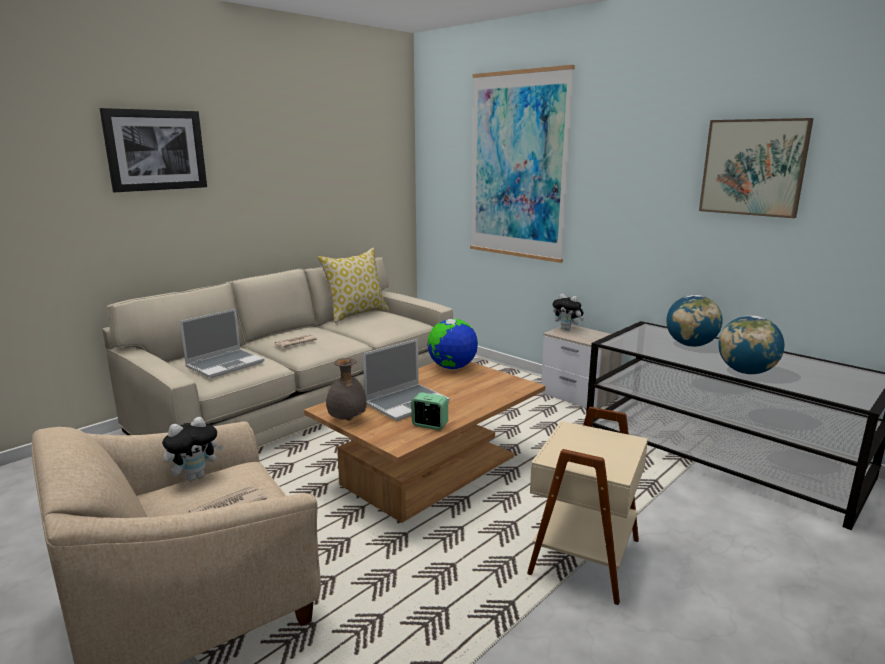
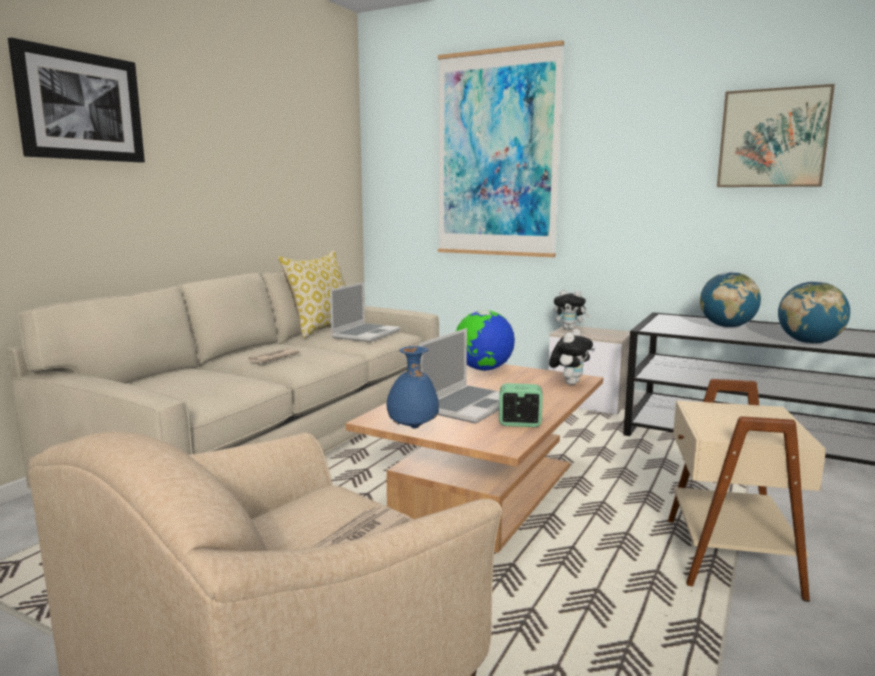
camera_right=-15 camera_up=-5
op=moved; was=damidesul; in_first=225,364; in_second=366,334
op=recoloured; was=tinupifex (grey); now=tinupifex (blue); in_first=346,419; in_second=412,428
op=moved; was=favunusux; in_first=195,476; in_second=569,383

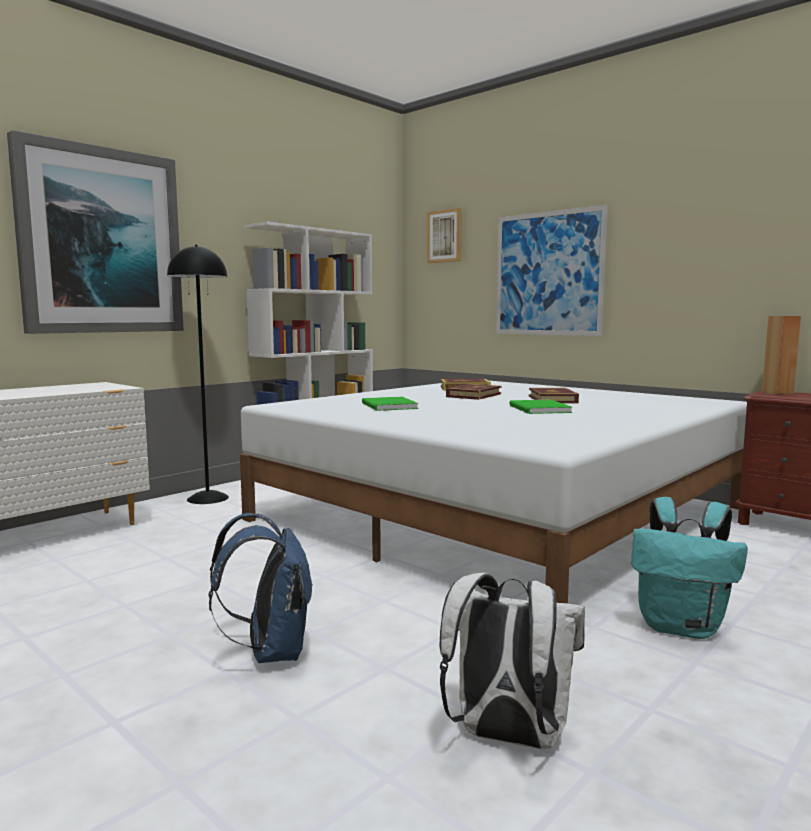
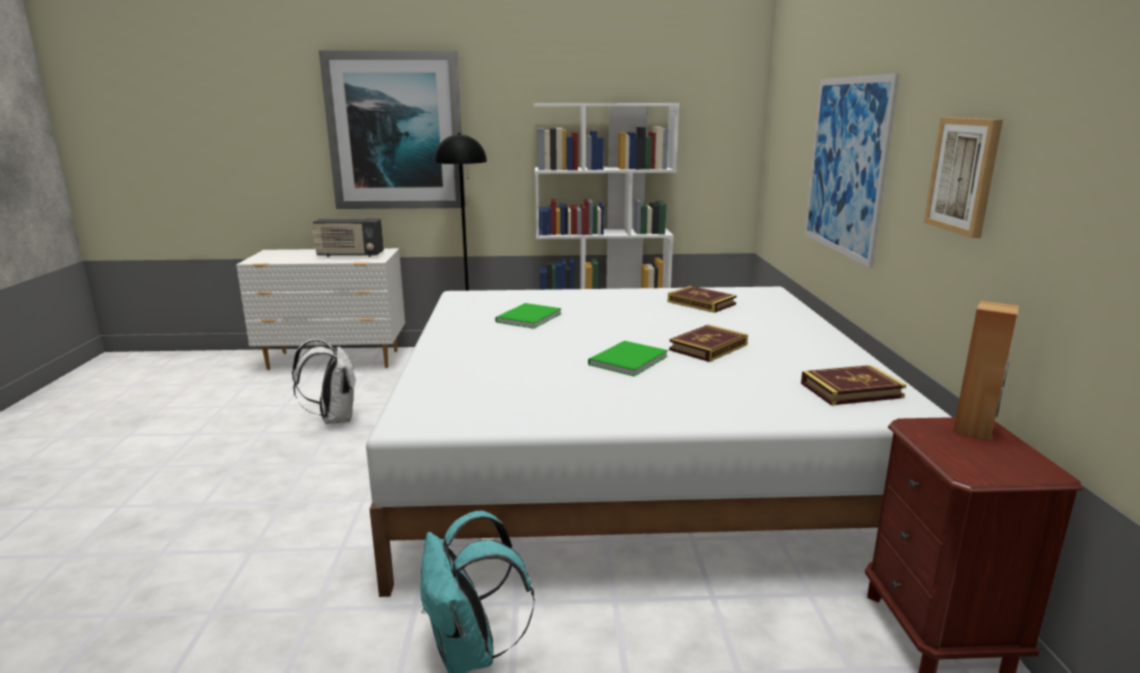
camera_right=45 camera_up=10
op=moved; was=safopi; in_first=445,236; in_second=964,175
op=moved; was=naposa; in_first=474,395; in_second=851,390
op=removed; was=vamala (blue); in_first=271,651
op=moved; was=vamala (white); in_first=506,737; in_second=333,419
op=added; now=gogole; in_second=350,255

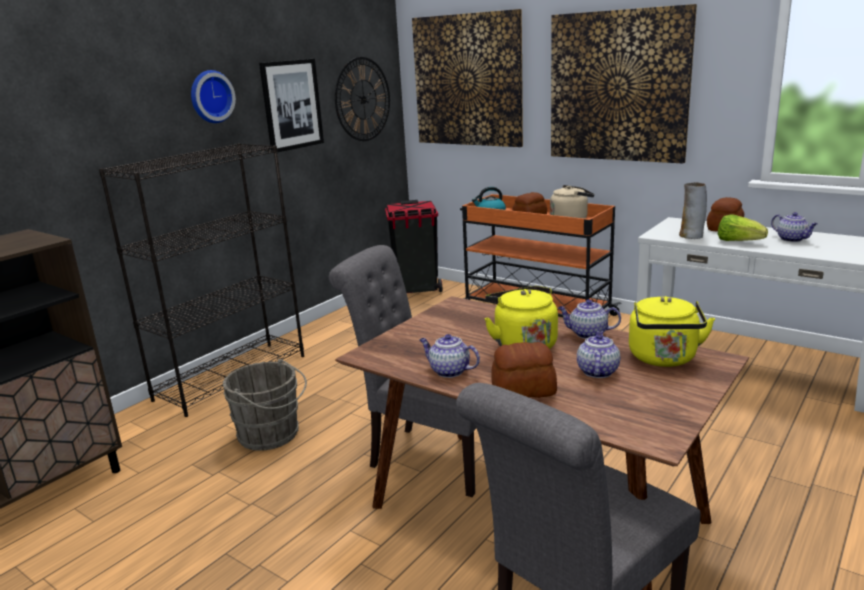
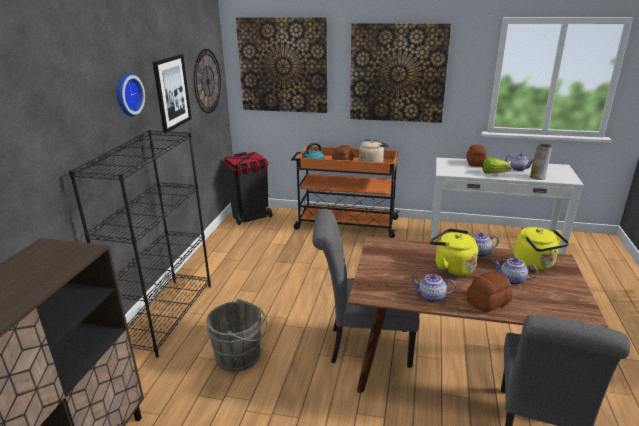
camera_right=-25 camera_up=5
op=moved; was=tinupifex; in_first=691,236; in_second=538,177
op=turned; was=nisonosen; in_first=597,371; in_second=511,280; clockwise=-60

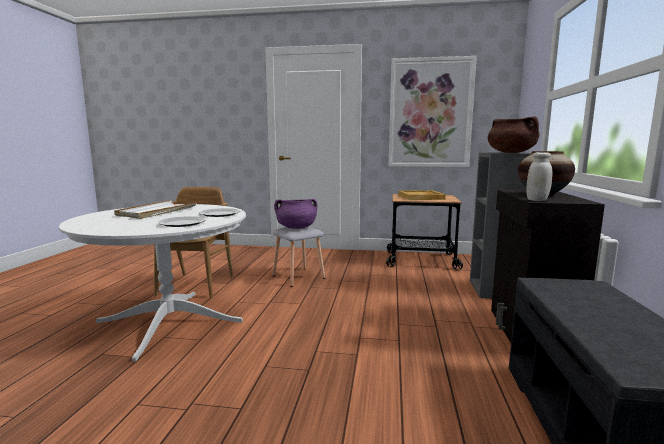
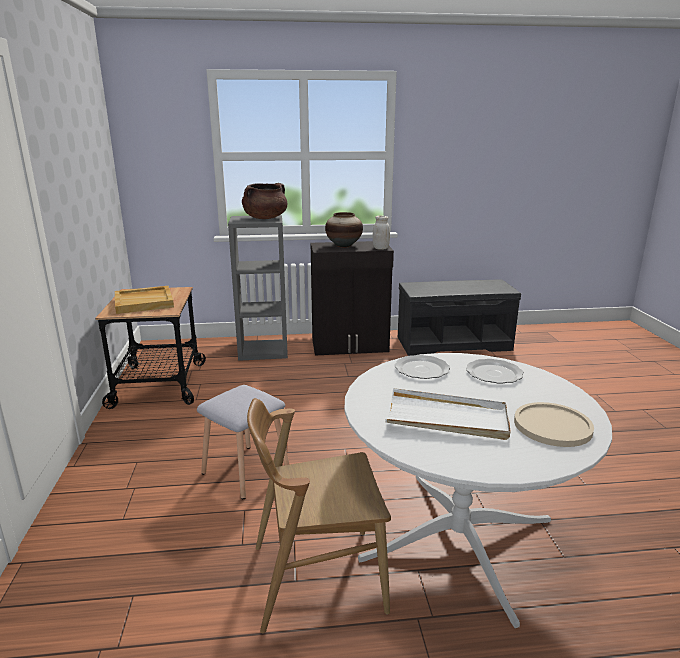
camera_right=-105 camera_up=10
op=removed; was=safopi; in_first=430,113
op=removed; was=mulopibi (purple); in_first=296,227
op=added; now=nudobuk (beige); in_second=552,426

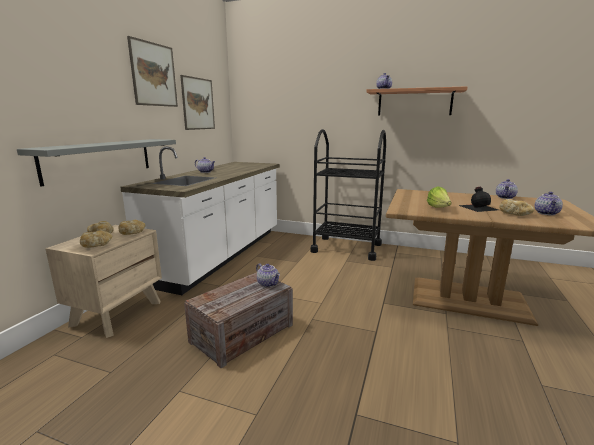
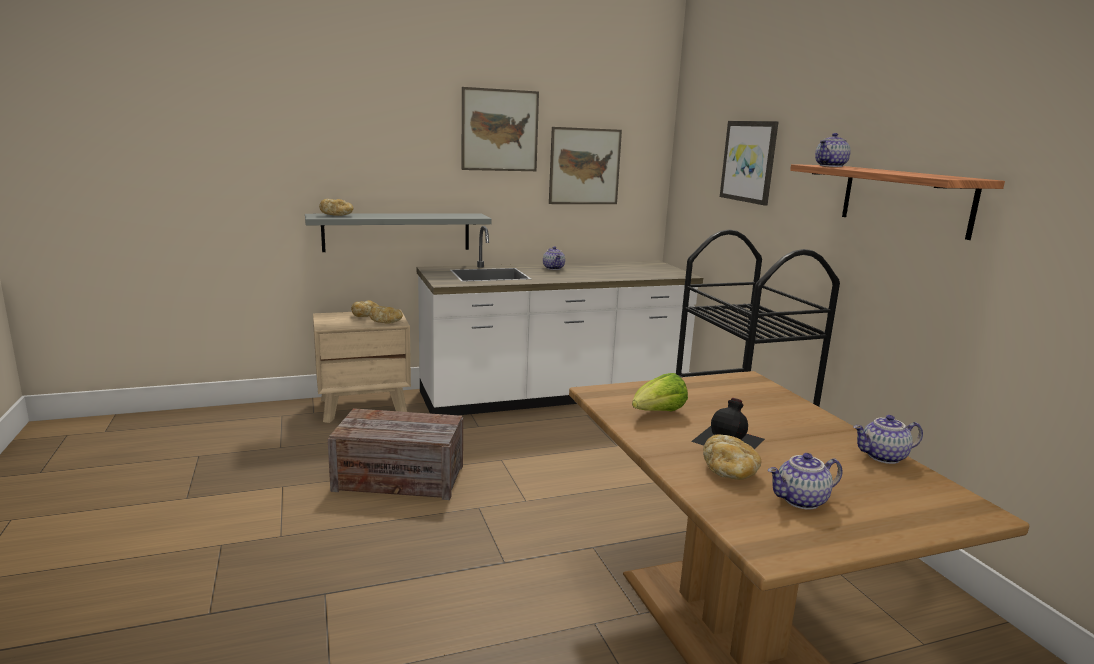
camera_right=50 camera_up=0
op=moved; was=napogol; in_first=96,245; in_second=337,215
op=removed; was=nisonosen; in_first=268,284
op=added; now=safopi; in_second=749,161

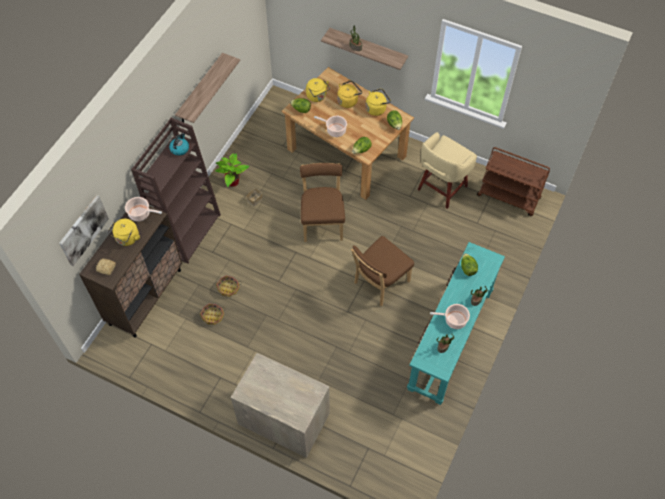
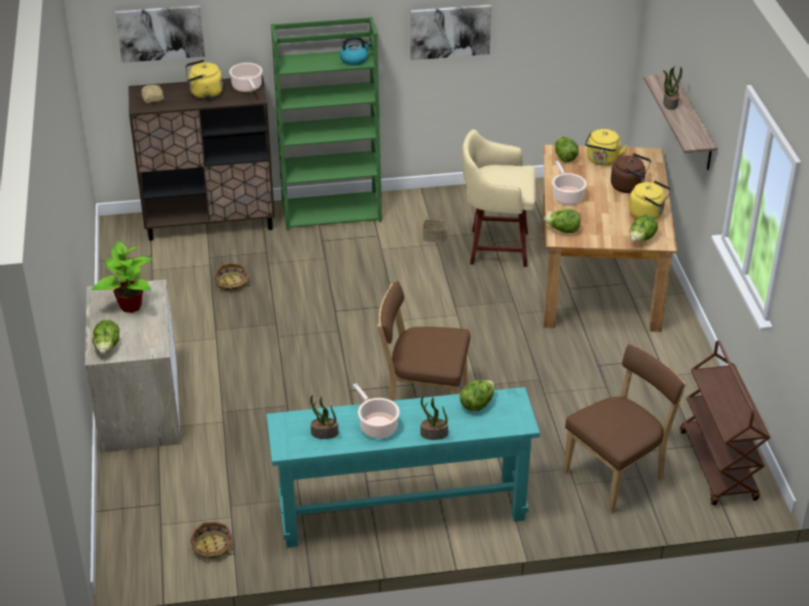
camera_right=55 camera_up=-20
op=replaced; was=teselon; now=safopi; in_first=200,90; in_second=450,31
op=recoloured; was=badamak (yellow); now=badamak (brown); in_first=348,101; in_second=629,186
op=recoloured; was=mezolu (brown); now=mezolu (green); in_first=189,231; in_second=332,211
op=moved; was=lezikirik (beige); in_first=441,189; in_second=496,248
op=moved; was=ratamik; in_first=232,182; in_second=130,306
op=moved; was=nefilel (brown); in_first=322,222; in_second=617,474
op=moved; was=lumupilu; in_first=228,288; in_second=212,547
op=added; now=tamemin; in_second=107,347

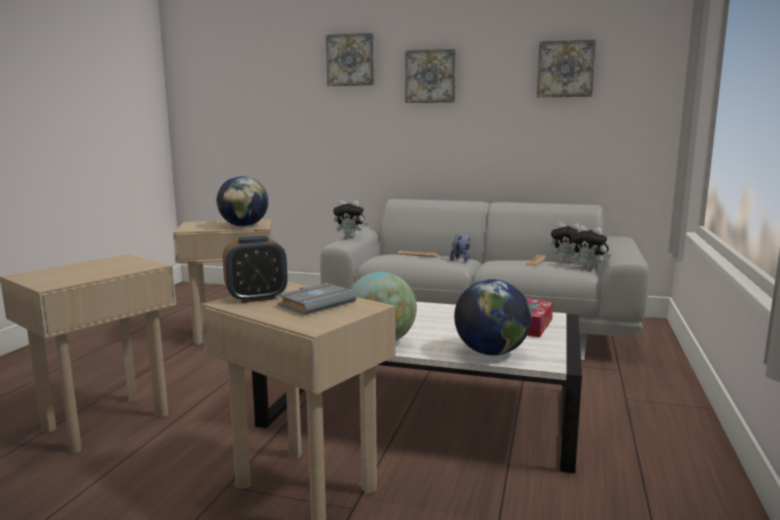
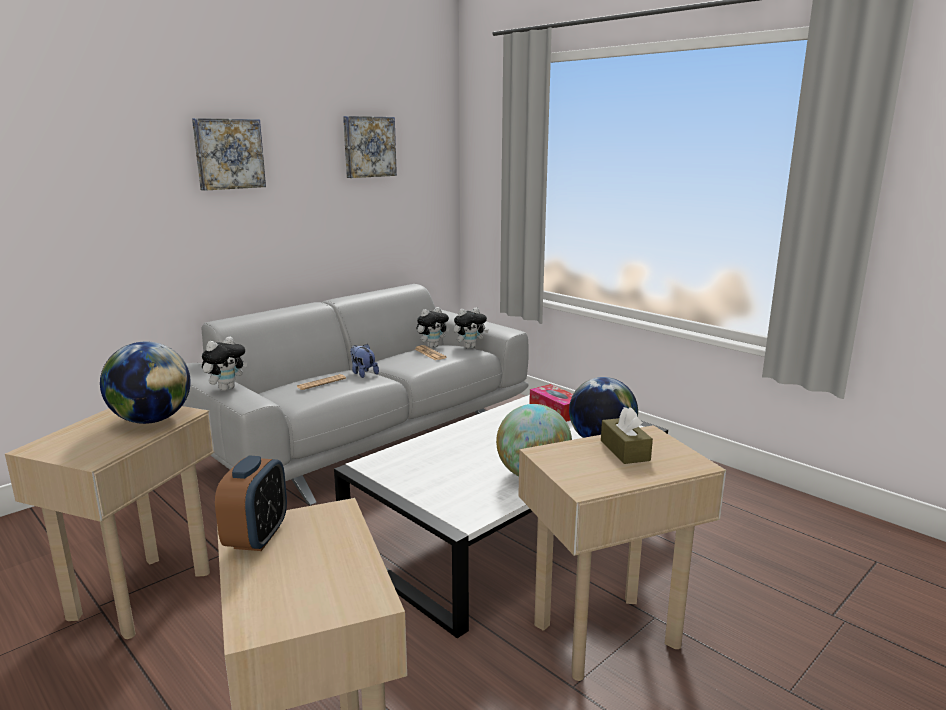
camera_right=-60 camera_up=5
op=removed; was=safopi; in_first=351,60
op=moved; was=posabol; in_first=256,298; in_second=257,537
op=replaced; was=naposa (grey); now=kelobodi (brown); in_first=317,303; in_second=625,450

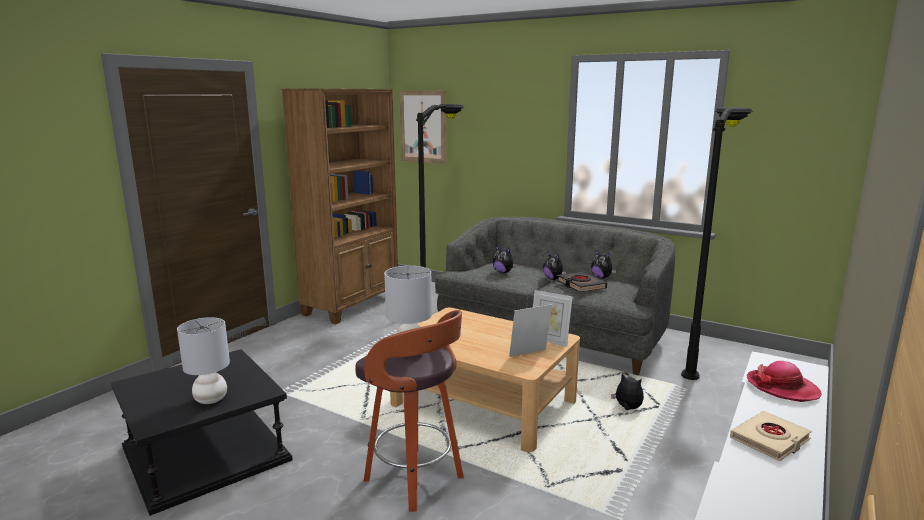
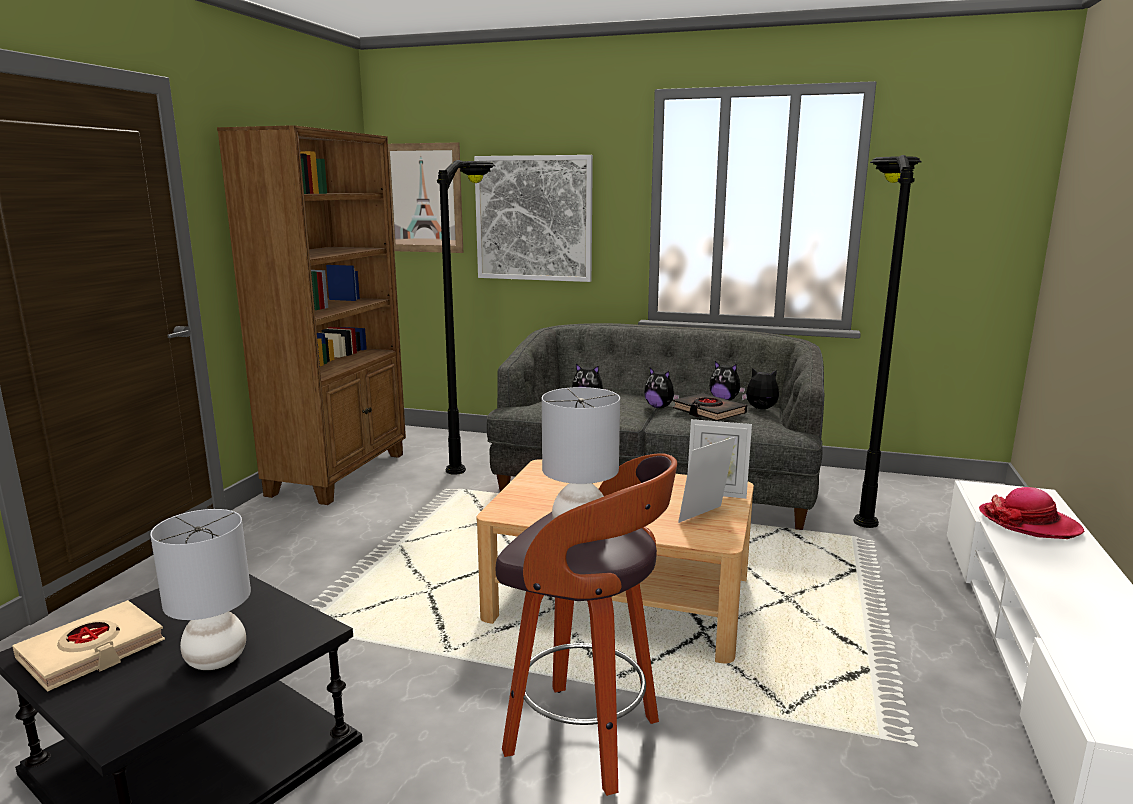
camera_right=-15 camera_up=0
op=moved; was=favunusux; in_first=627,408; in_second=760,409
op=moved; was=naposa (beige); in_first=770,440; in_second=92,651
op=added; now=safopi; in_second=534,218

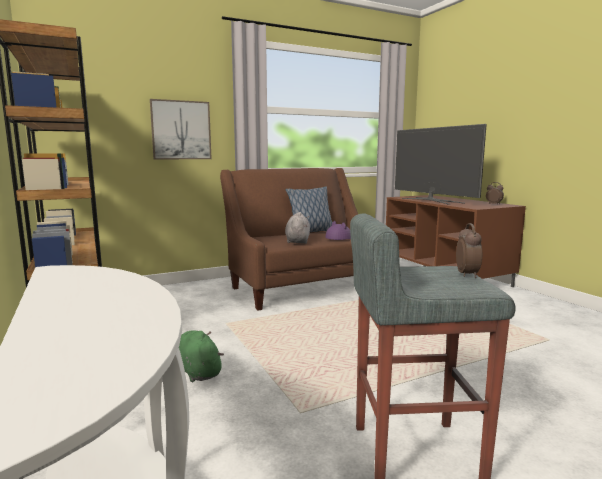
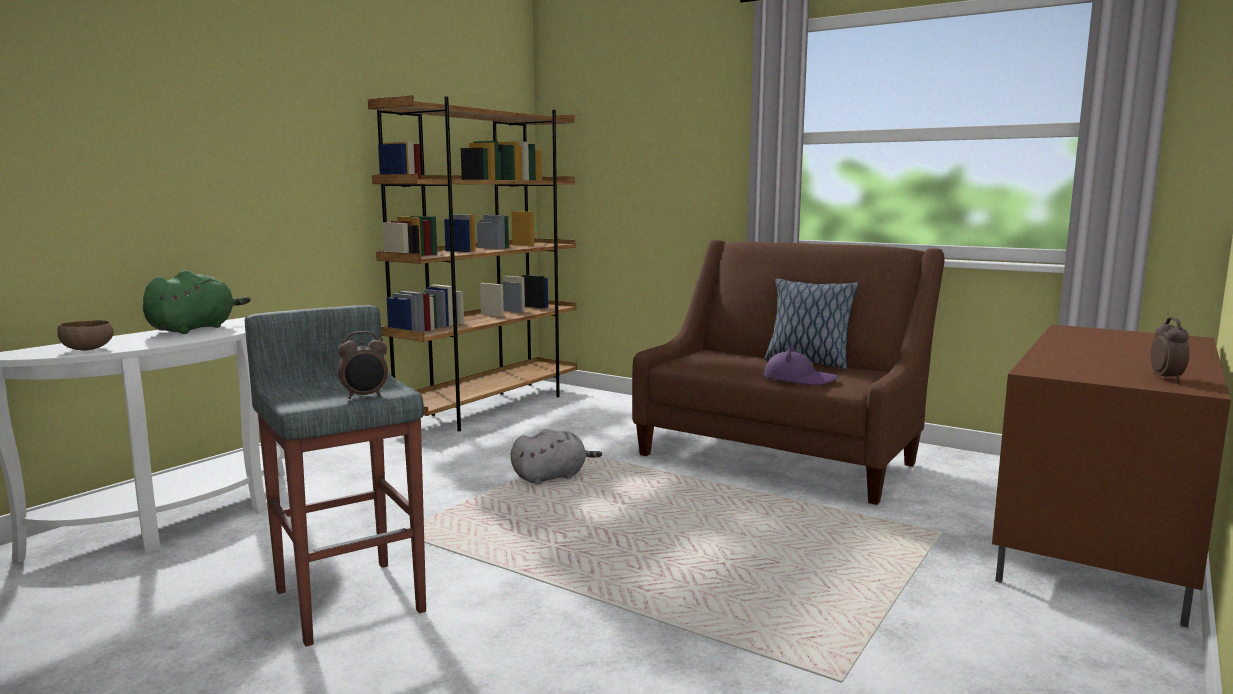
camera_right=60 camera_up=0
op=removed; was=safopi; in_first=181,130
op=removed; was=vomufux; in_first=432,200
op=moved; was=favunusux (grey); in_first=297,241; in_second=552,477
op=moved; was=favunusux (green); in_first=197,371; in_second=194,329
op=added; now=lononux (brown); in_second=89,349

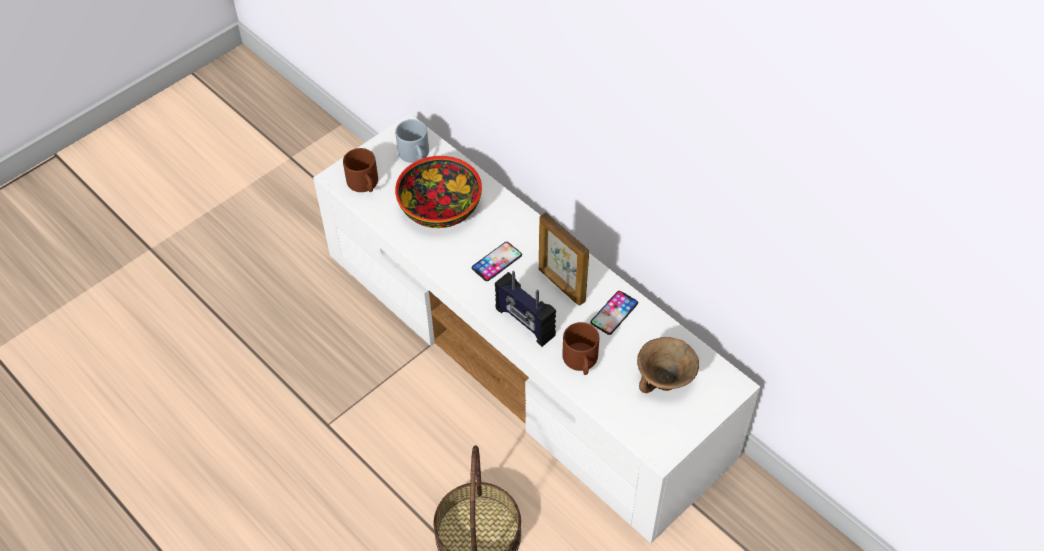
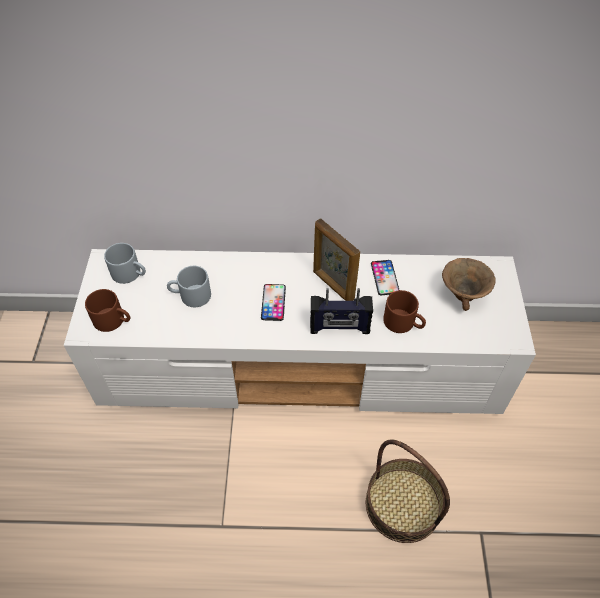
camera_right=-45 camera_up=0
op=replaced; was=lononux; now=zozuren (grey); in_first=439,207; in_second=190,296
op=turned; was=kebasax; in_first=561,285; in_second=333,286; clockwise=45

